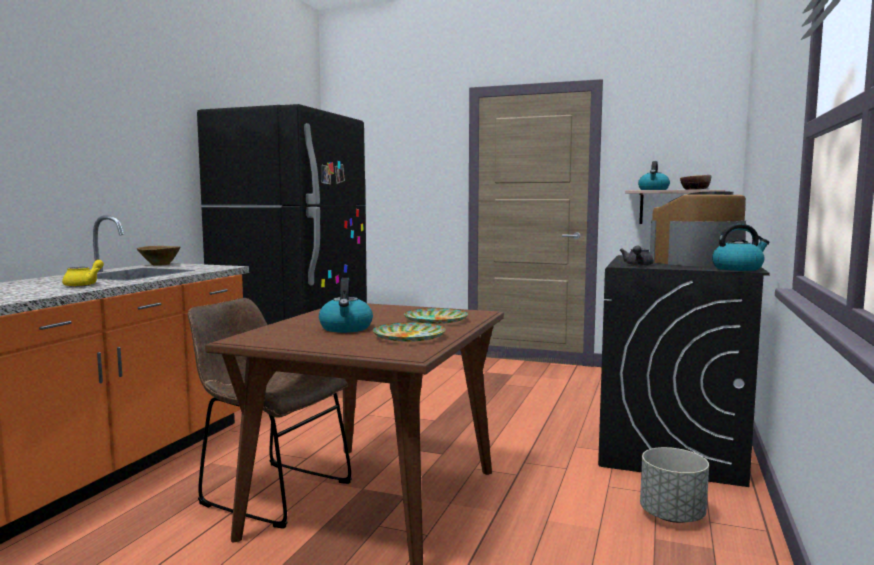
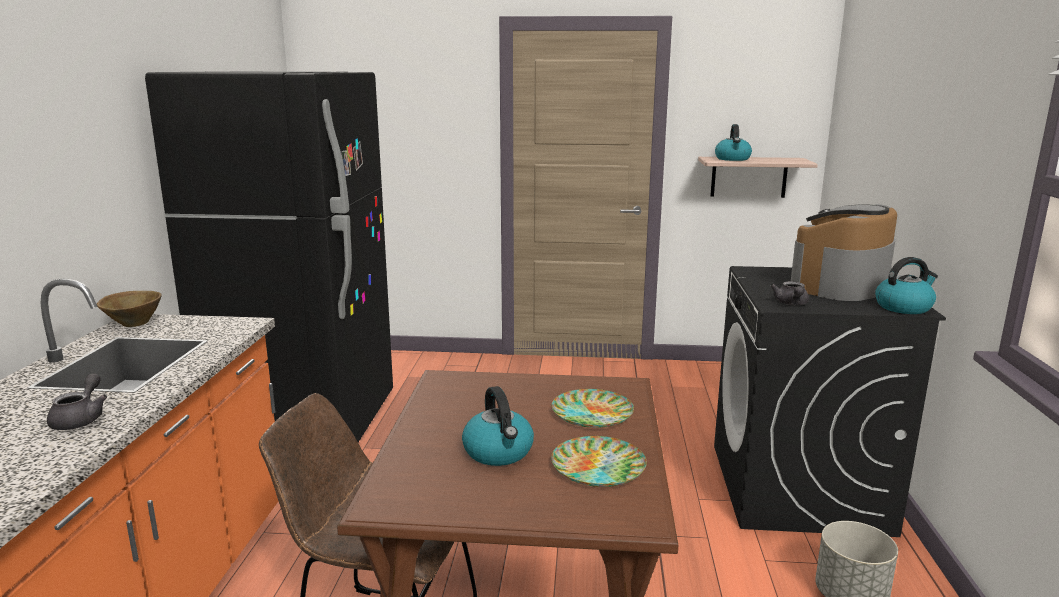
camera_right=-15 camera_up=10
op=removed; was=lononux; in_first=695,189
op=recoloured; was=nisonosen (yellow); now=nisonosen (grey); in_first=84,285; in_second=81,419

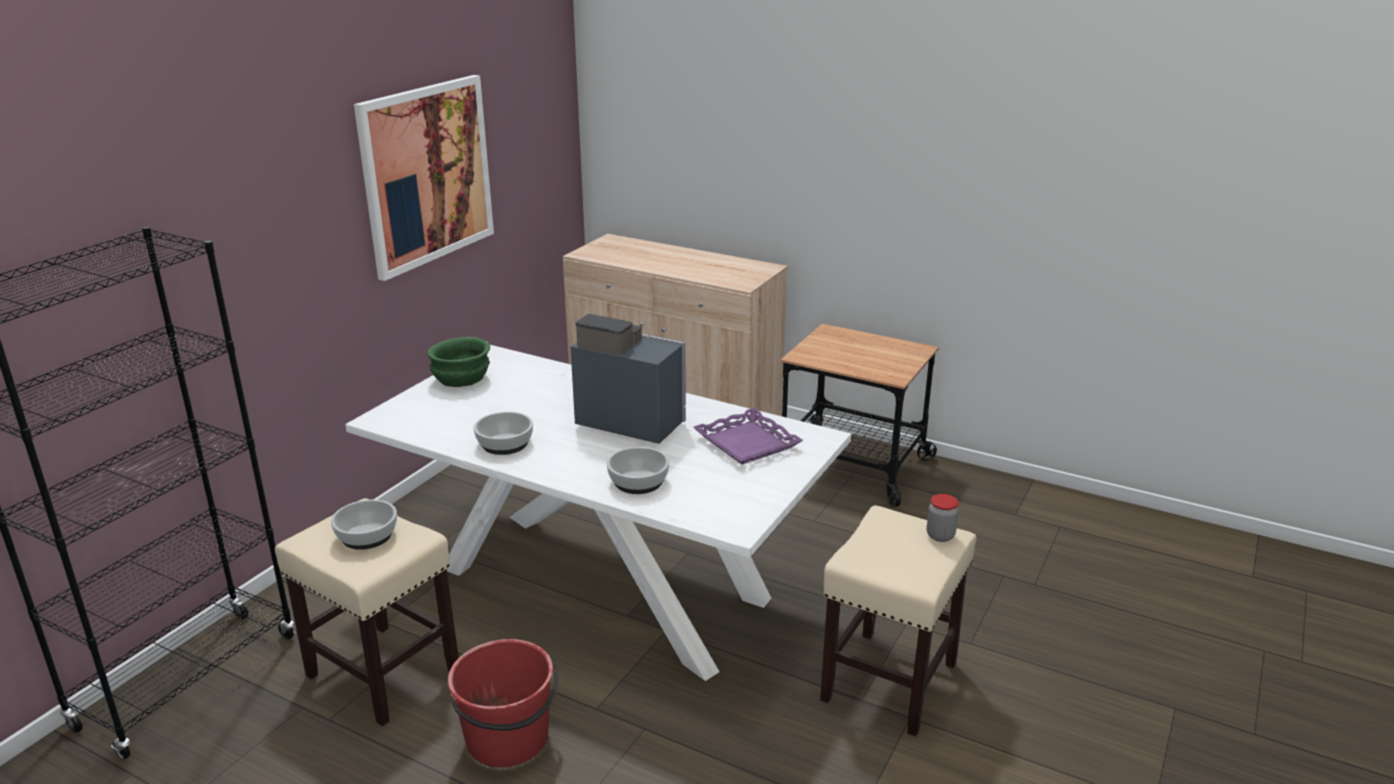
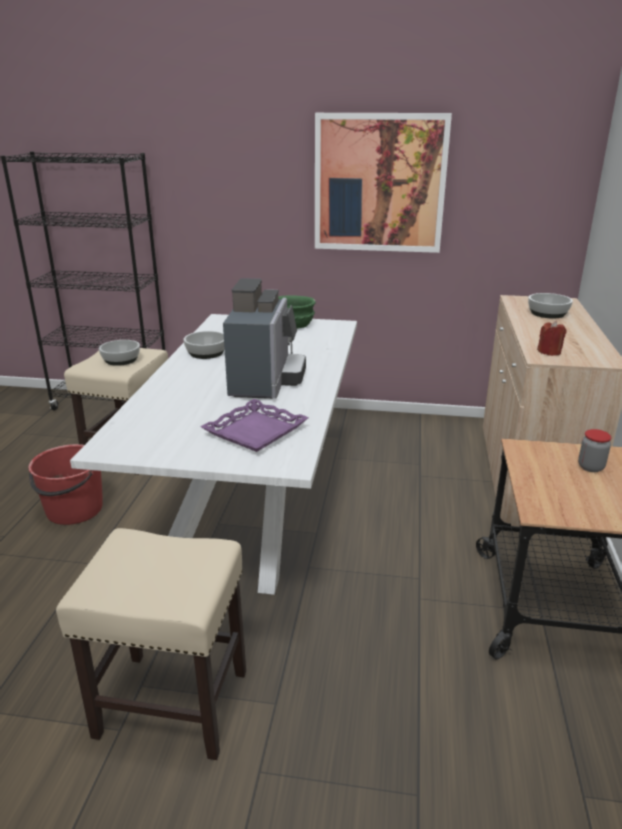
camera_right=70 camera_up=0
op=moved; was=lononux; in_first=638,482; in_second=547,313
op=moved; was=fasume; in_first=940,535; in_second=590,467
op=added; now=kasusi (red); in_second=549,352

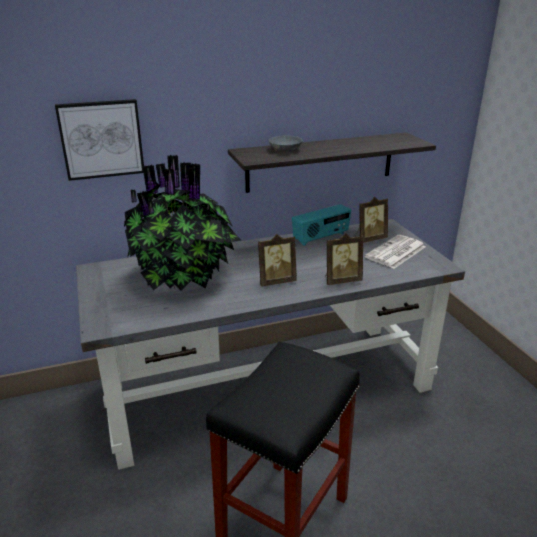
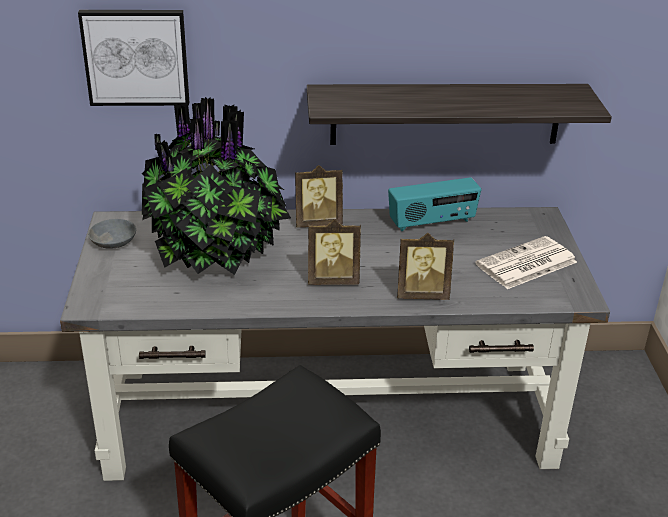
camera_right=15 camera_up=5
op=moved; was=lononux (grey); in_first=284,149; in_second=113,241
op=moved; was=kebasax; in_first=369,239; in_second=318,222

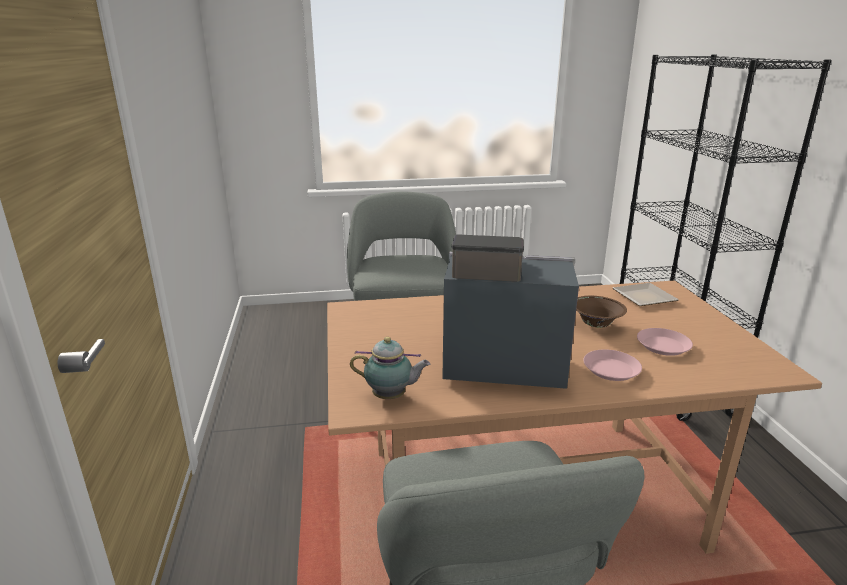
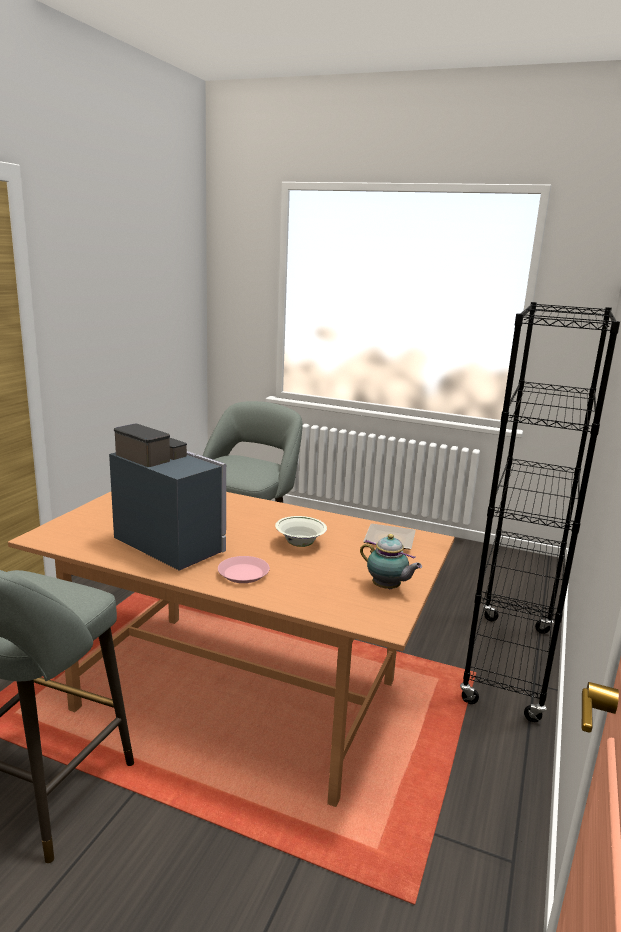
camera_right=30 camera_up=-5
op=recoloured; was=lononux (brown); now=lononux (white); in_first=595,325; in_second=300,544
op=removed; was=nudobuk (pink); in_first=663,346
op=moved; was=nisonosen; in_first=391,397; in_second=387,588

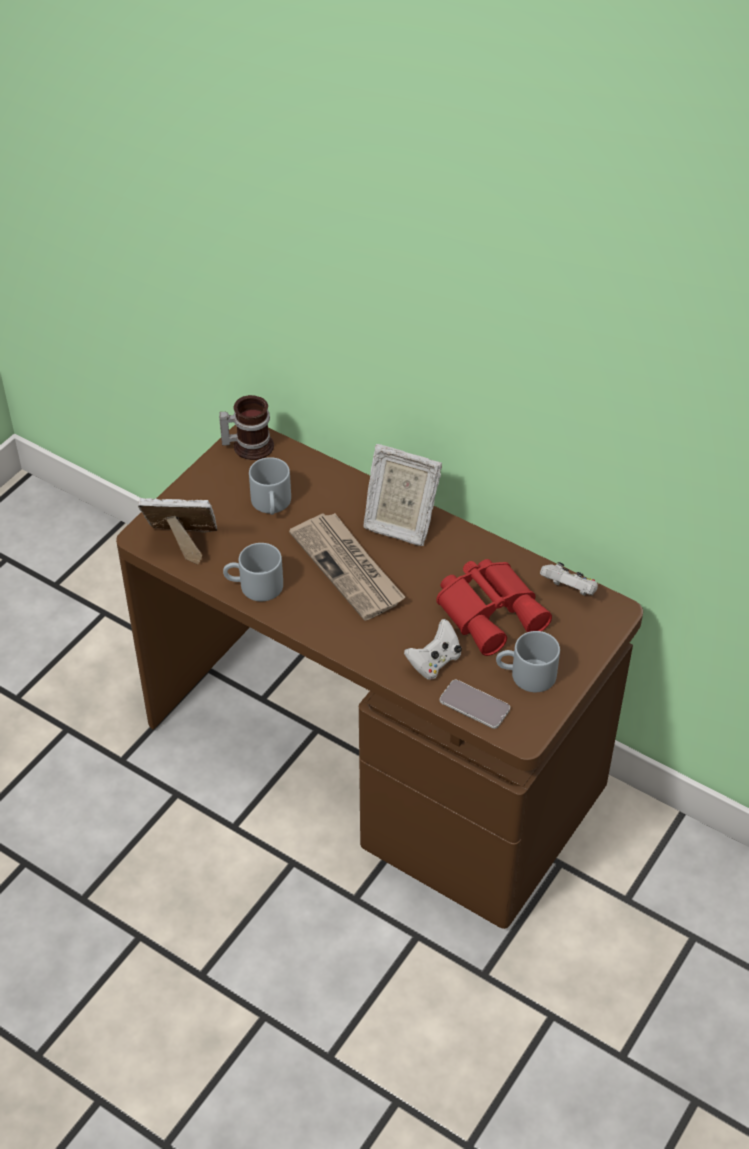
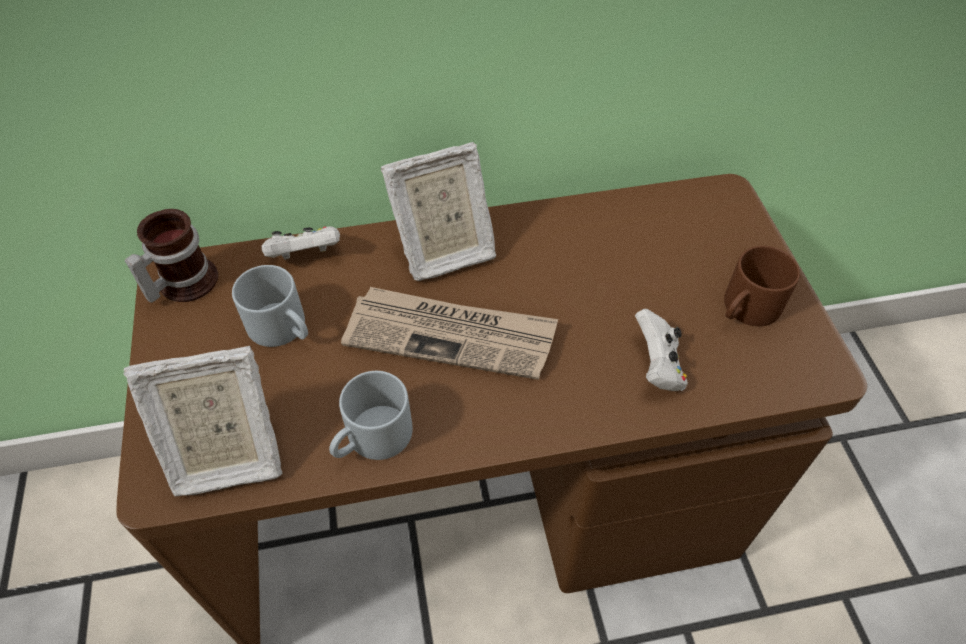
camera_right=-45 camera_up=5
op=turned; was=kebasax; in_first=184,544; in_second=225,456; clockwise=-150
op=removed; was=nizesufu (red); in_first=491,610
op=moved; was=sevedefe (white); in_first=569,590; in_second=305,256
op=recoloured; was=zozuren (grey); now=zozuren (brown); in_first=525,675; in_second=747,310
op=removed; was=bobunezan; in_first=474,705

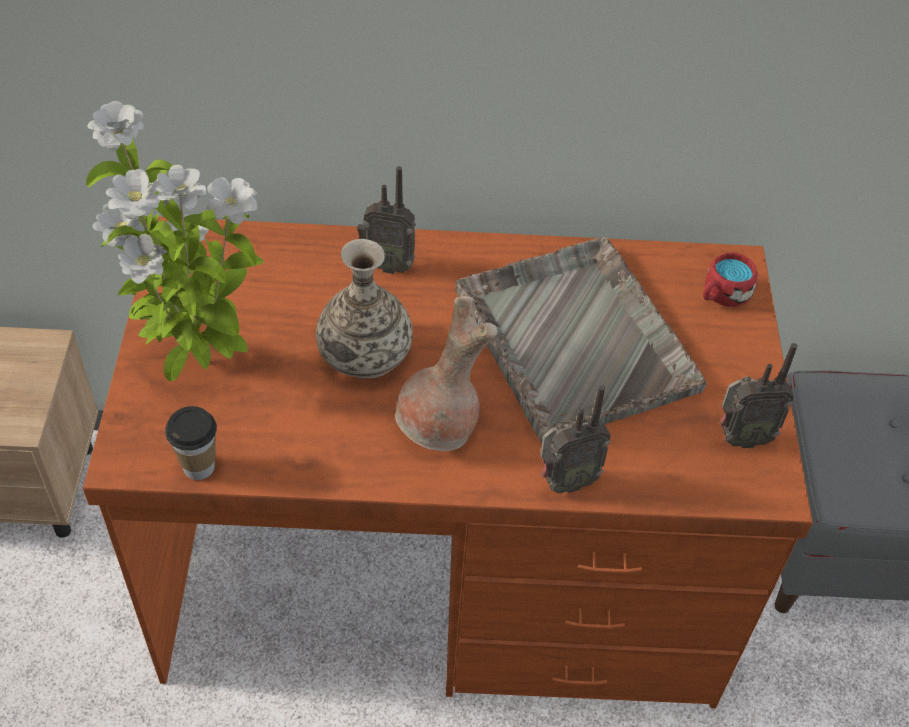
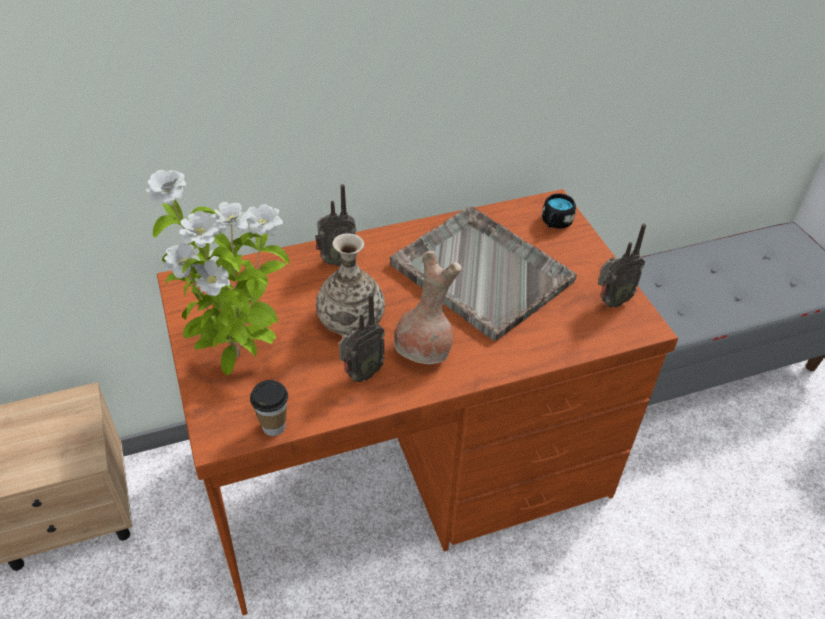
camera_right=-20 camera_up=-5
op=recoloured; was=zozuren (red); now=zozuren (black); in_first=722,295; in_second=555,223
op=moved; was=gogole; in_first=565,482; in_second=361,374

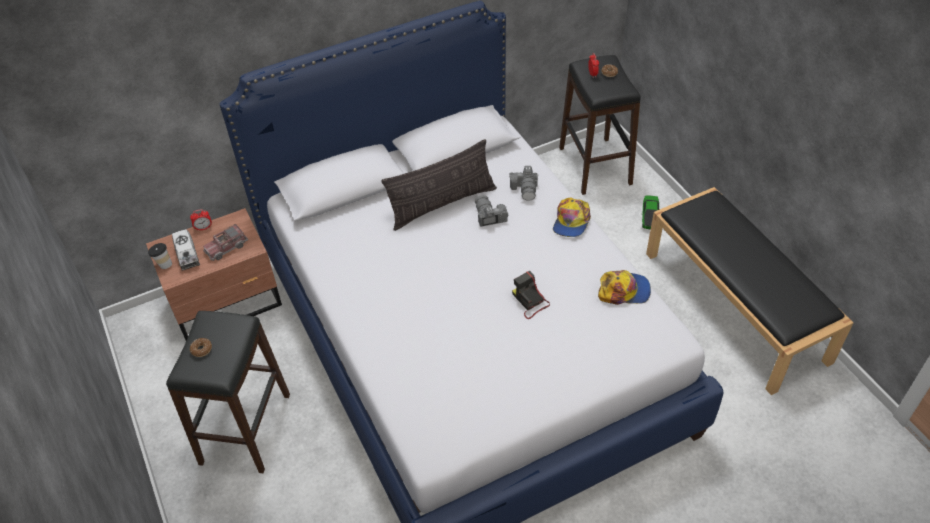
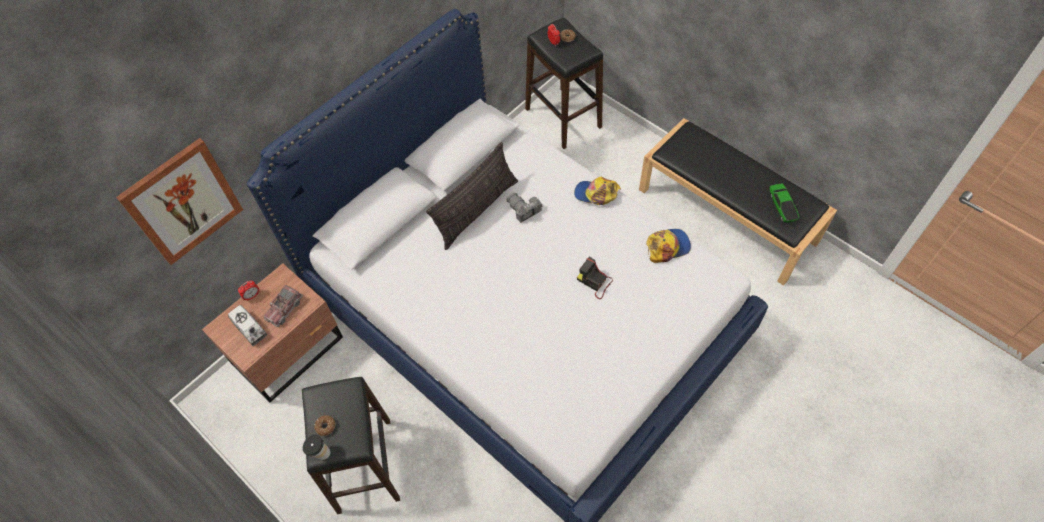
camera_right=-20 camera_up=10
op=removed; was=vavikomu; in_first=525,189
op=moved; was=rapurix; in_first=650,216; in_second=782,206
op=turned; was=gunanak; in_first=571,221; in_second=596,194; clockwise=105
op=moved; was=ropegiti; in_first=163,264; in_second=319,453
op=added; now=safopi; in_second=182,202

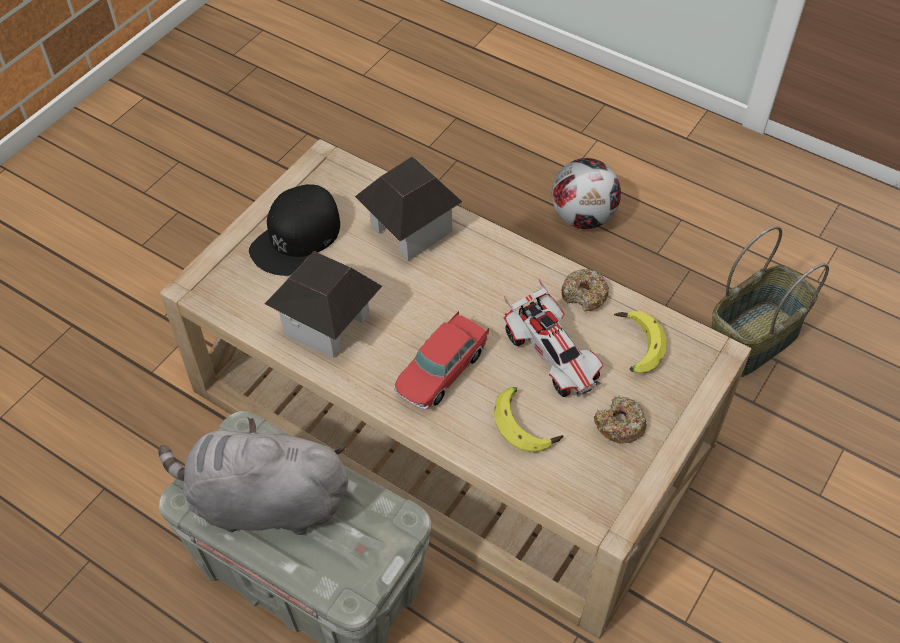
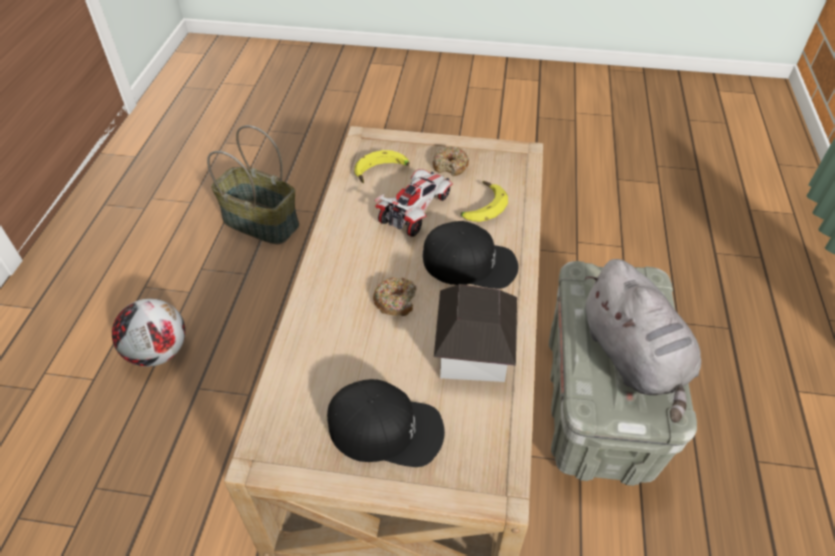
camera_right=-115 camera_up=-5
op=removed; was=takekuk; in_first=410,229
op=moved; was=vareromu; in_first=584,295; in_second=395,301
op=replaced; was=rapurix; now=gunanak (black); in_first=441,371; in_second=470,263

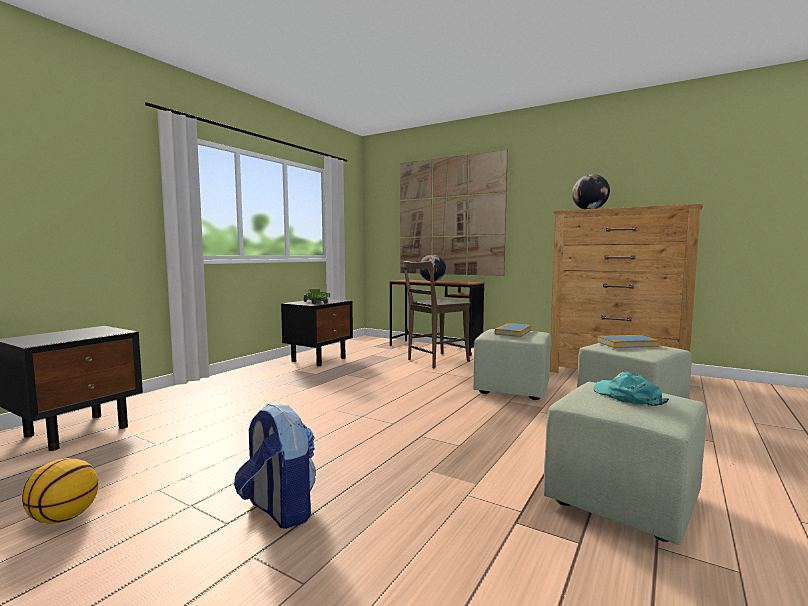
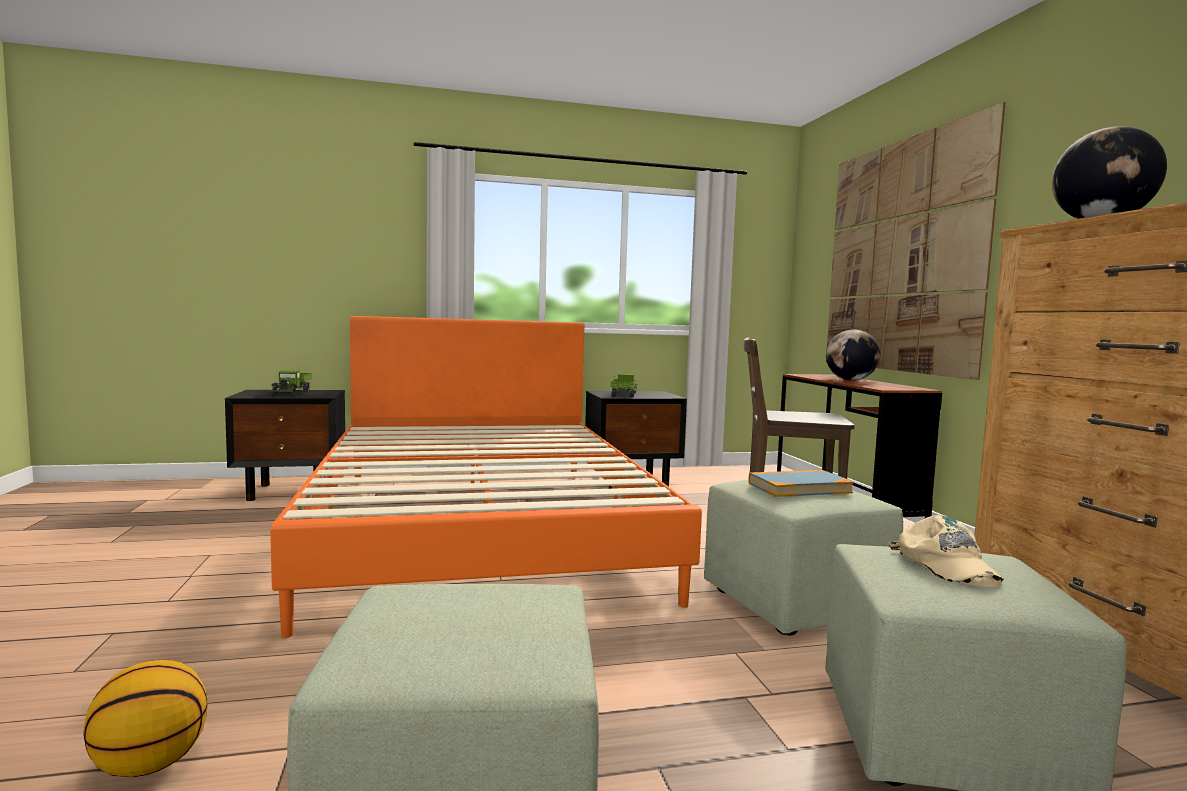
camera_right=45 camera_up=0
op=replaced; was=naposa; now=gunanak (beige); in_first=626,344; in_second=946,564
op=removed; was=gunanak (turquoise); in_first=627,396
op=removed; was=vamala; in_first=278,510
op=moved; was=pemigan; in_first=63,518; in_second=150,764
op=added; now=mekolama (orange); in_second=481,528
op=added; now=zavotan; in_second=292,392

